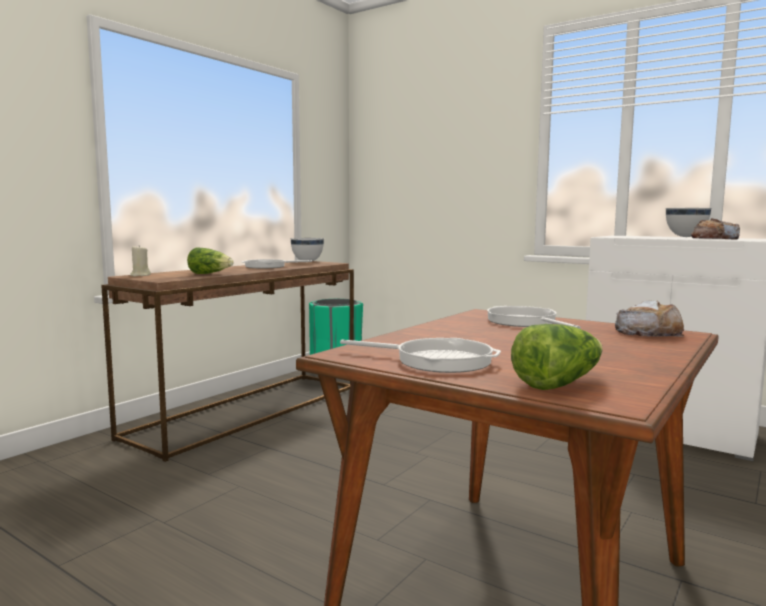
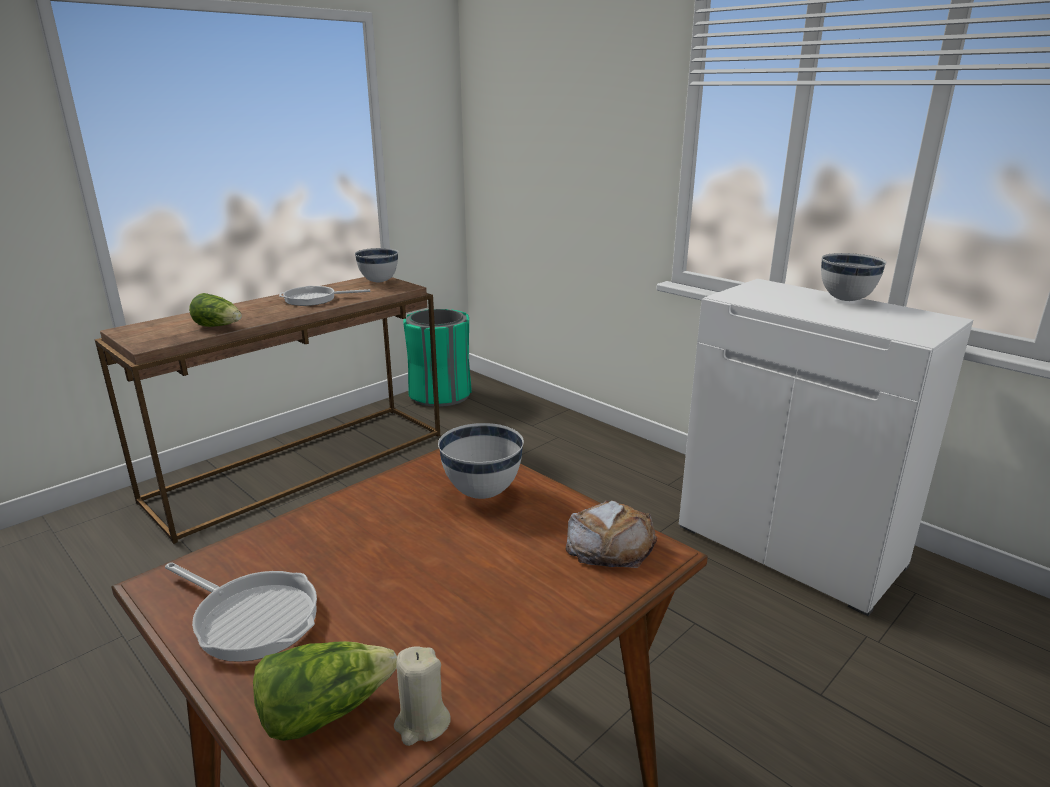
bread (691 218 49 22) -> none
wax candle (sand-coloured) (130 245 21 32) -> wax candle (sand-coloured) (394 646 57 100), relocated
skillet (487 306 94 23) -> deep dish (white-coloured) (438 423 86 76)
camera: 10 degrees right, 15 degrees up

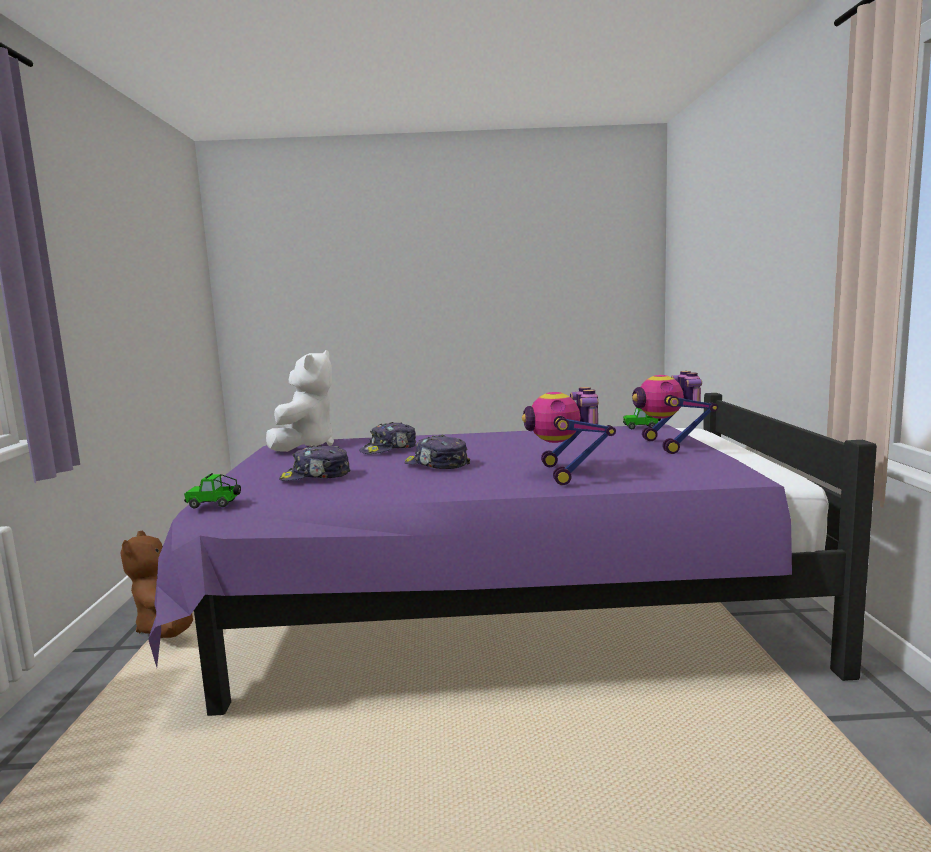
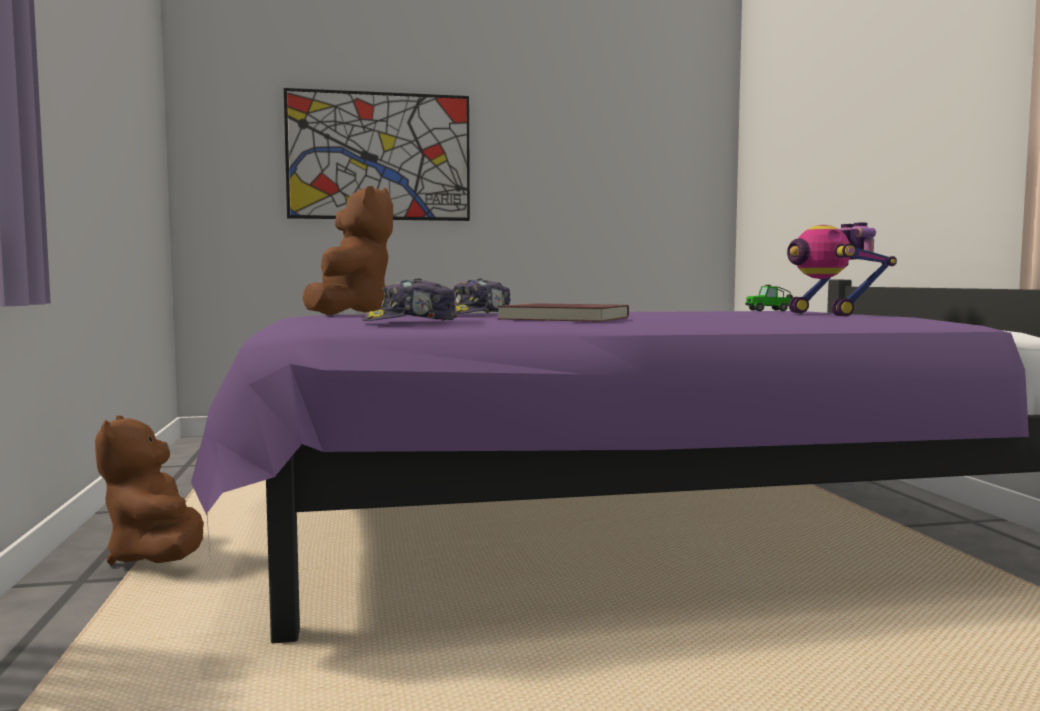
soft toy (white-coloured) (266 350 68 102) -> soft toy (brown) (302 186 91 129)
model robot (522 387 94 98) -> none
peaked cap (405 435 65 34) -> book (red-coloured) (497 303 132 19)
model car (184 473 57 35) -> none
none -> wall picture (284 88 186 133)
camera: 10 degrees left, 5 degrees down

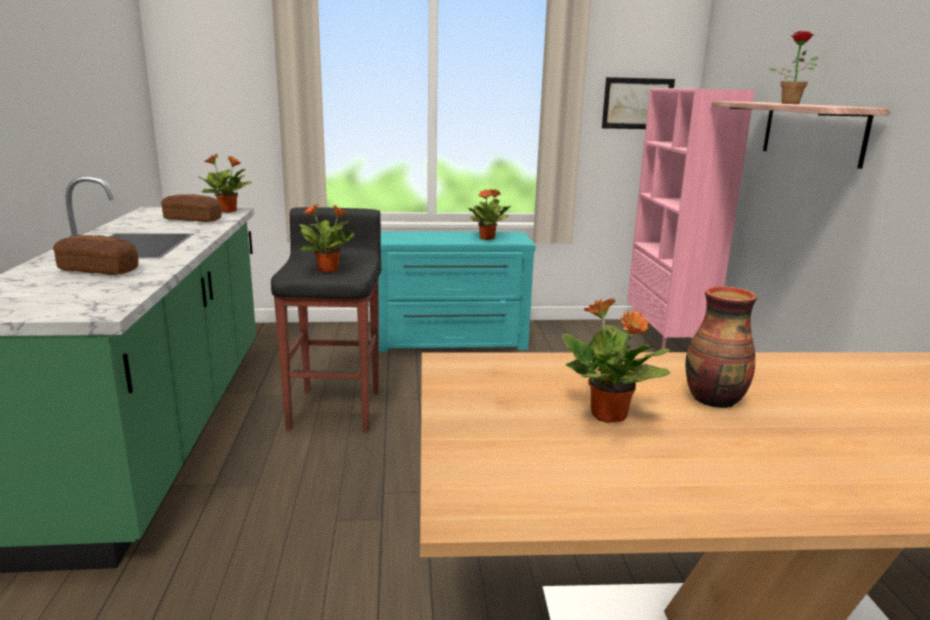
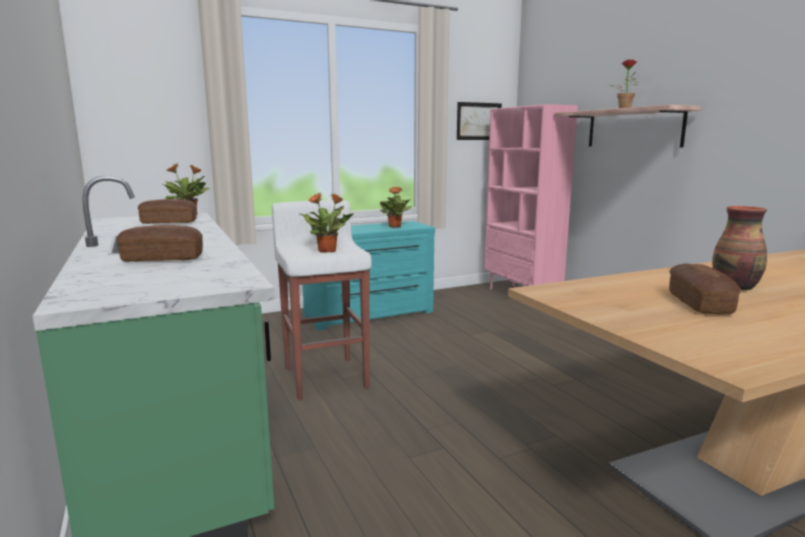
stool seat (black-coloured) (271 207 110 225) -> stool seat (white-coloured) (272 200 100 200)
plant in a pot (562 298 108 125) -> bread (669 264 72 50)
camera: 20 degrees left, 5 degrees down

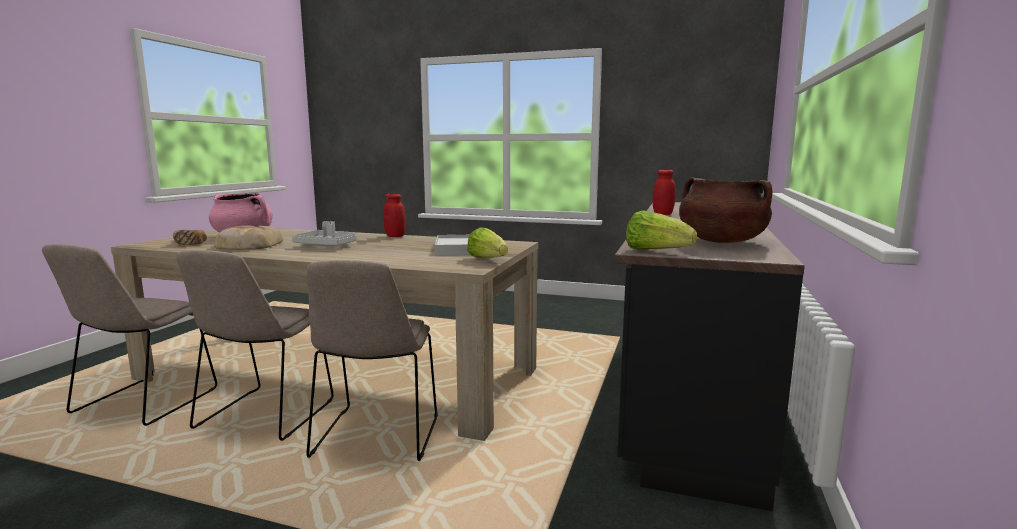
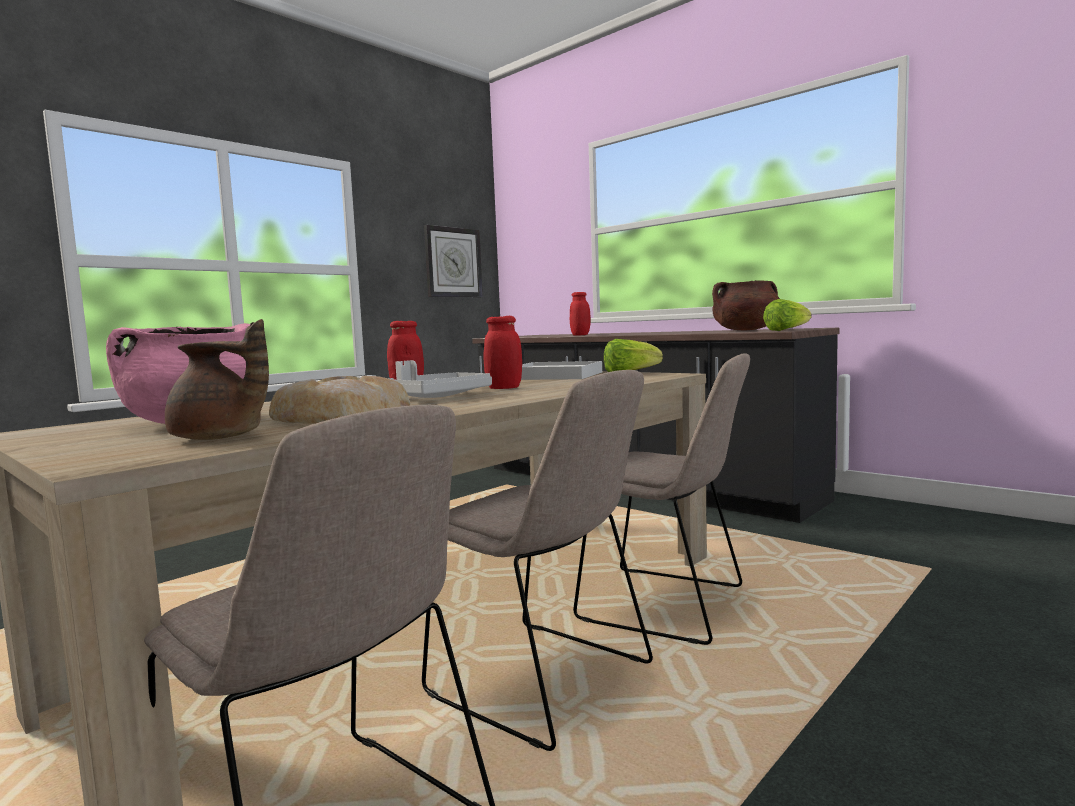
bread (173 230 34 15) -> tea pot (brown) (165 319 104 121)
none -> clock on the wall (424 225 59 72)
none -> preserve jar (red-coloured) (484 316 38 73)
camera: 65 degrees left, 5 degrees down

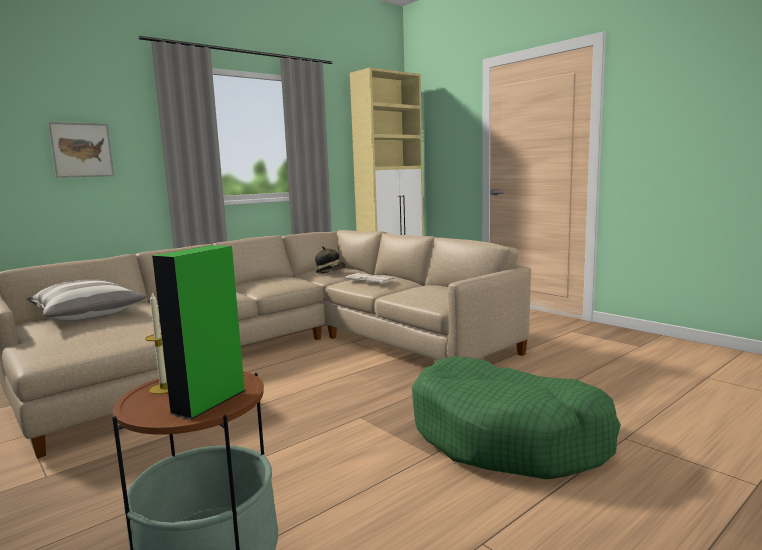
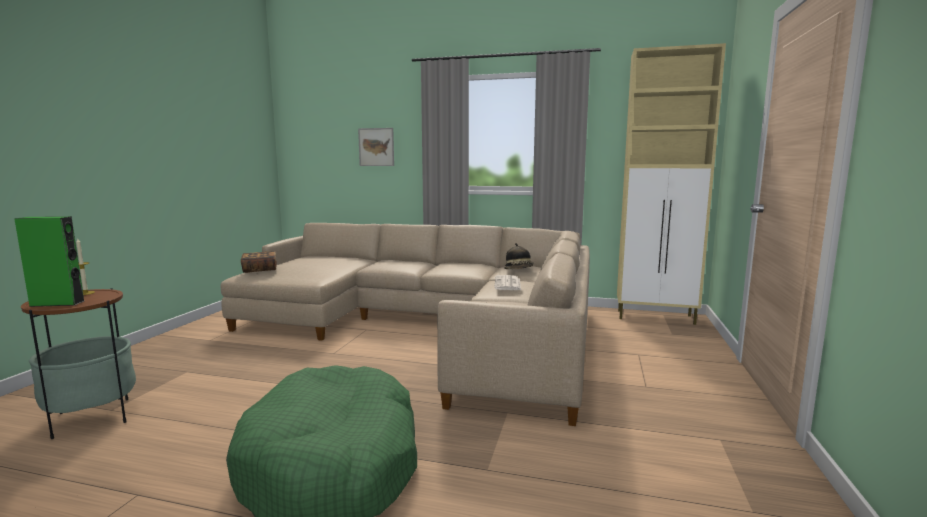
cushion (26 279 121 42) -> none
none -> book (241 251 36 22)
camera: 55 degrees right, 0 degrees up

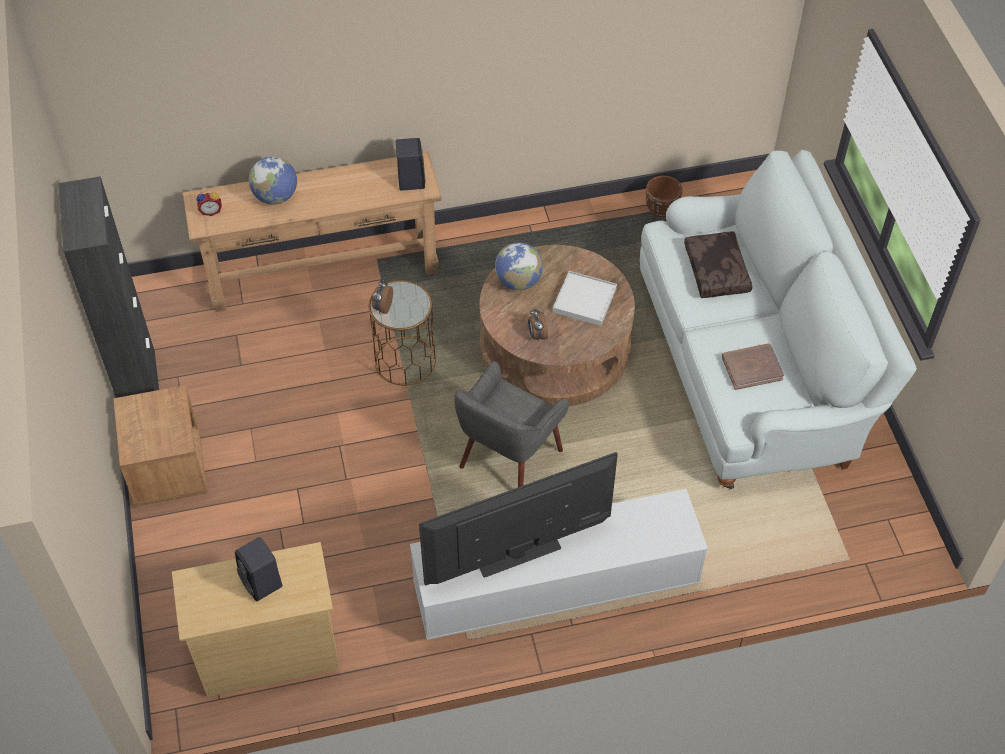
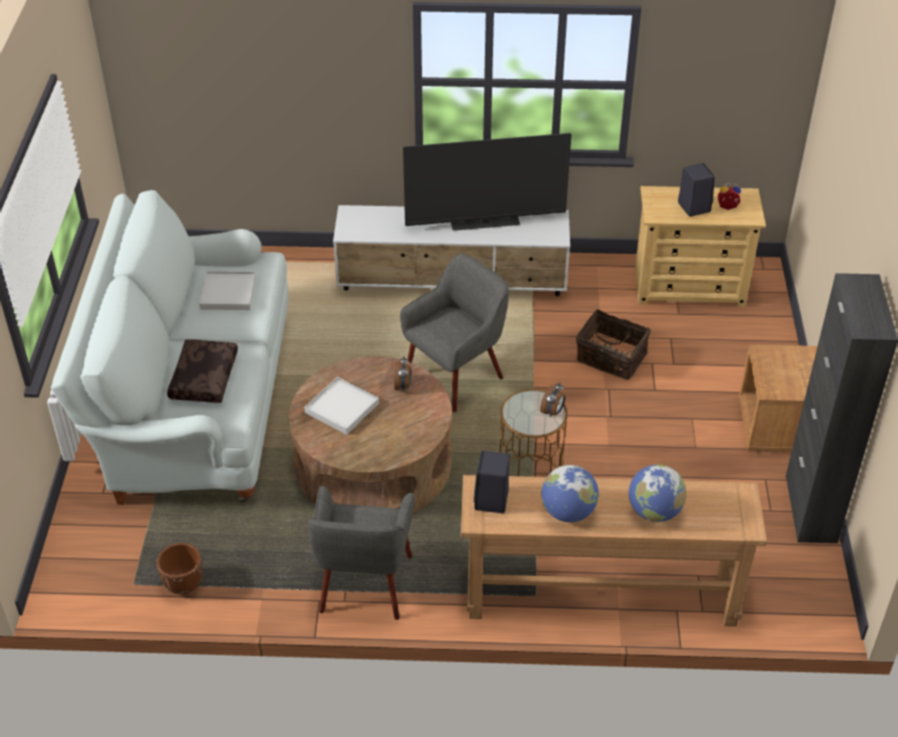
table clock (197 191 25 25) -> table clock (718 183 23 27), relocated
globe (495 242 48 48) -> globe (541 465 58 57), relocated
book (brown) (722 344 62 46) -> serving tray (white-coloured) (199 271 57 39)
none -> household basket (576 309 75 71)
none -> armchair (grey) (308 486 107 134)
camera: 165 degrees left, 10 degrees down

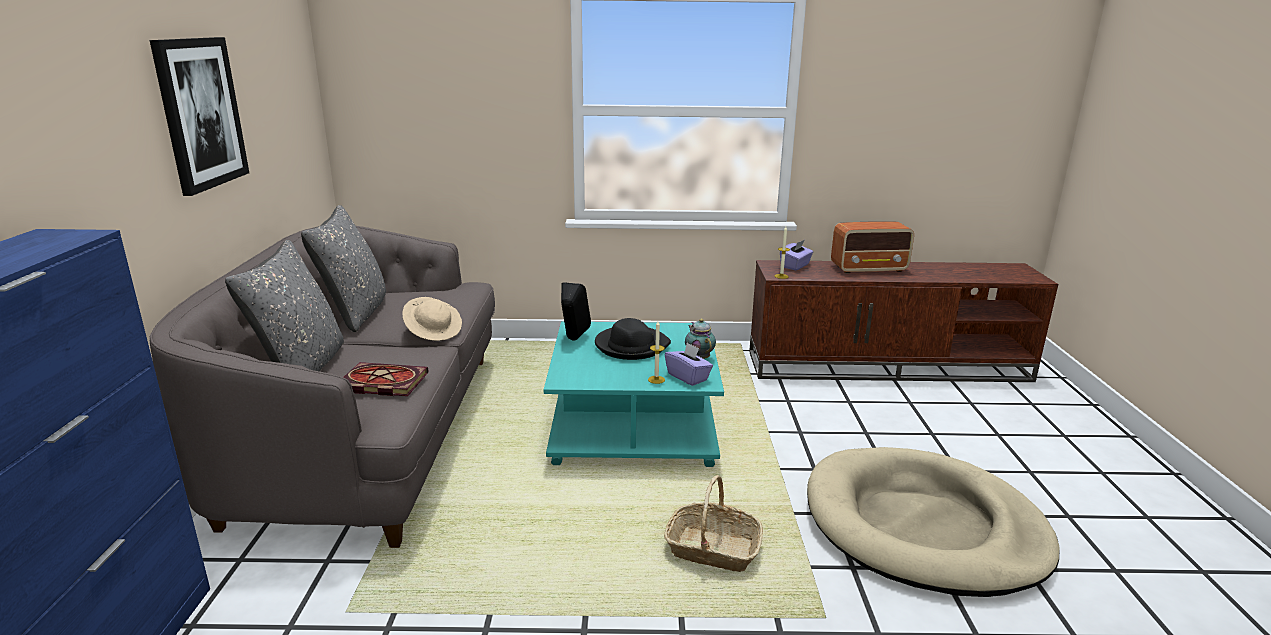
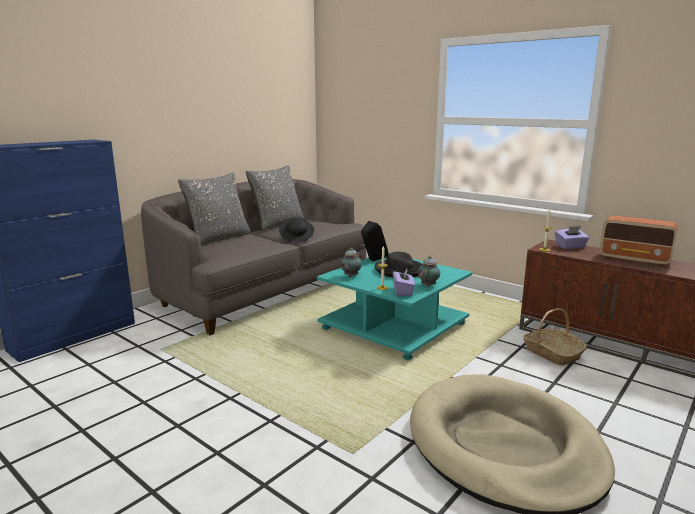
wall picture (150 37 99 159) -> none
clothing hat (sand-coloured) (402 297 60 44) -> clothing hat (black-coloured) (279 217 35 25)
book (343 362 85 34) -> none
household basket (664 475 99 97) -> household basket (523 308 64 58), relocated
none -> tea pot (340 248 22 29)
camera: 40 degrees right, 5 degrees down

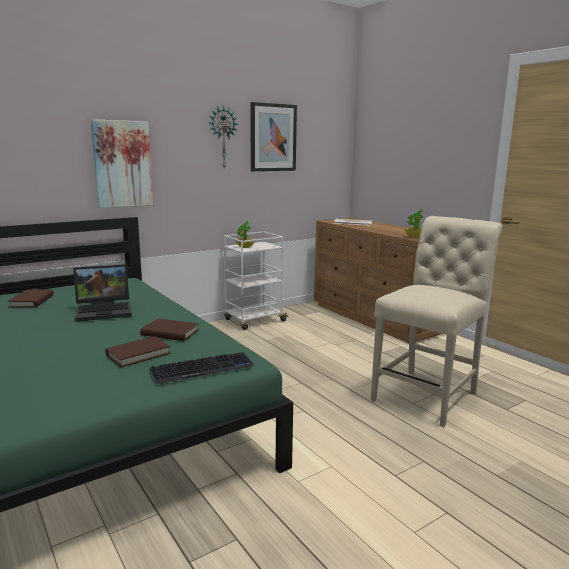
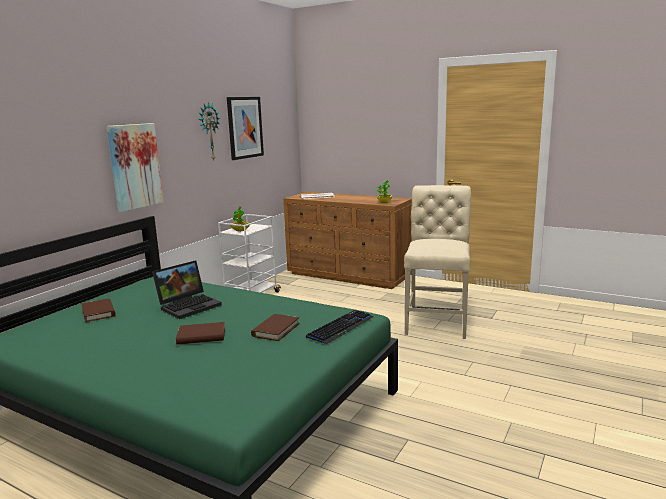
book (brown) (140 318 59 23) -> book (brown) (176 322 49 23), relocated
camera: 25 degrees left, 0 degrees up

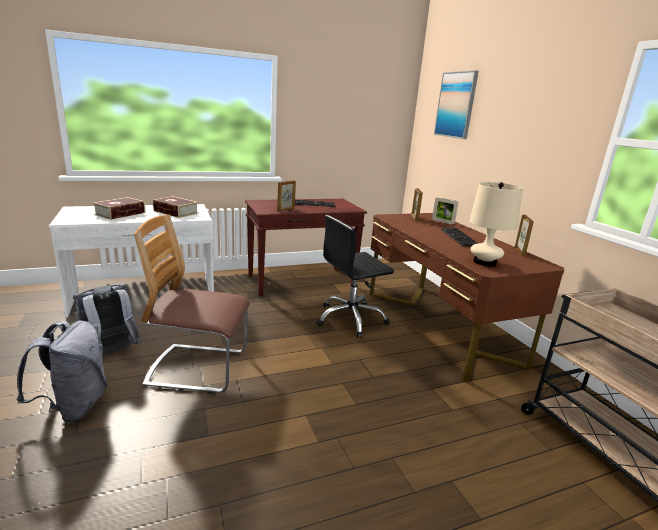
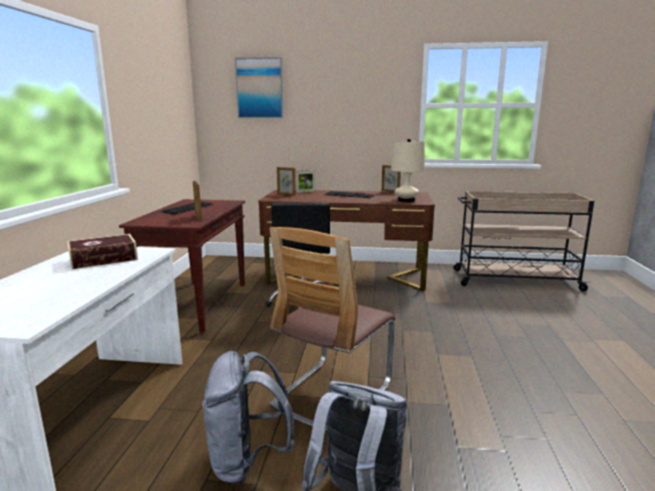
book (93 197 52 23) -> none
camera: 60 degrees left, 5 degrees down

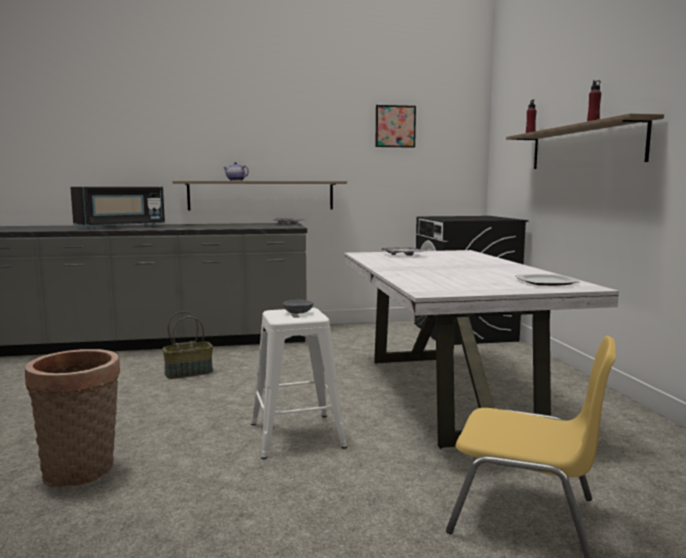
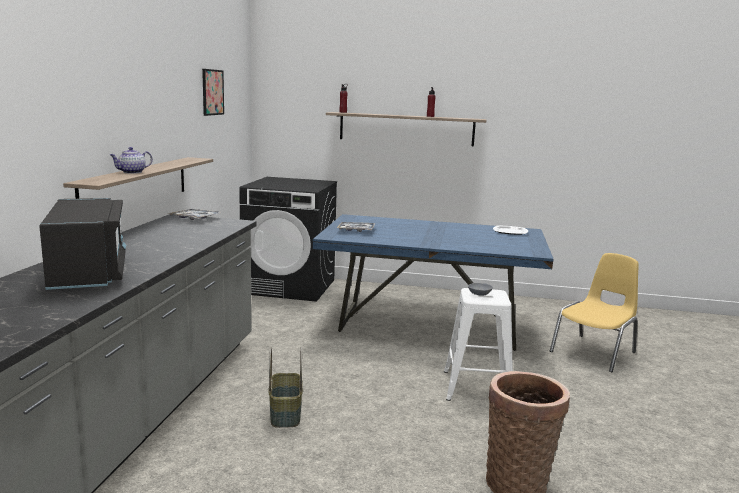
dining table (white-coloured) (344 250 275 199) -> dining table (blue-coloured) (313 214 241 137)
camera: 70 degrees left, 5 degrees up

